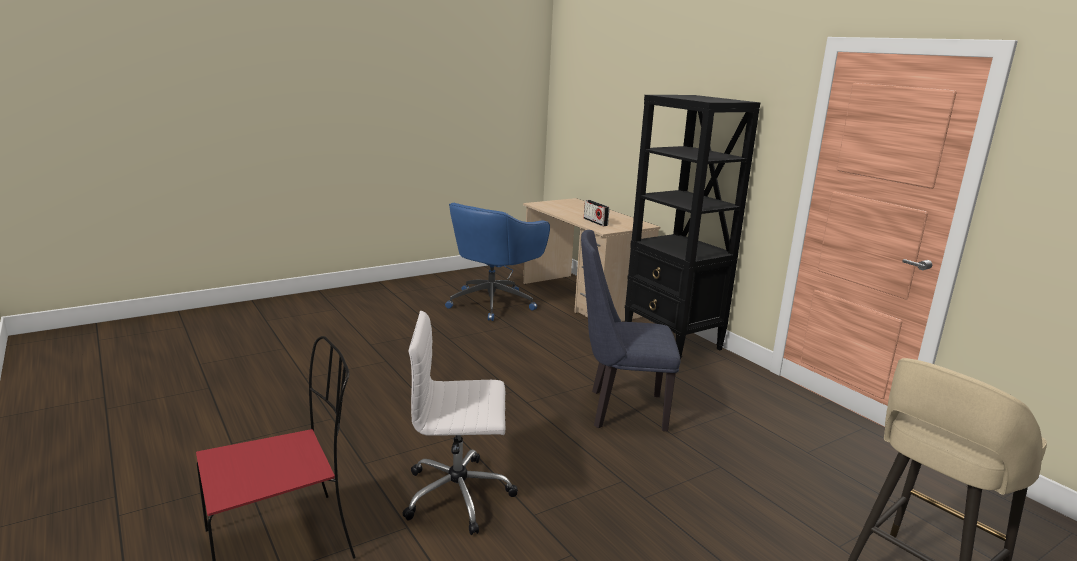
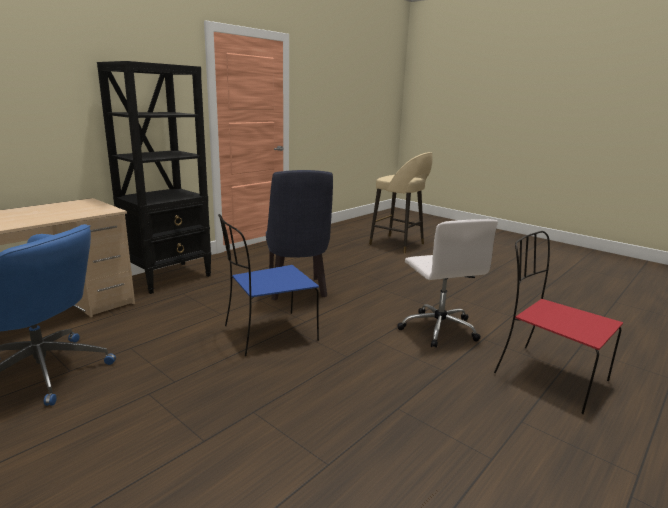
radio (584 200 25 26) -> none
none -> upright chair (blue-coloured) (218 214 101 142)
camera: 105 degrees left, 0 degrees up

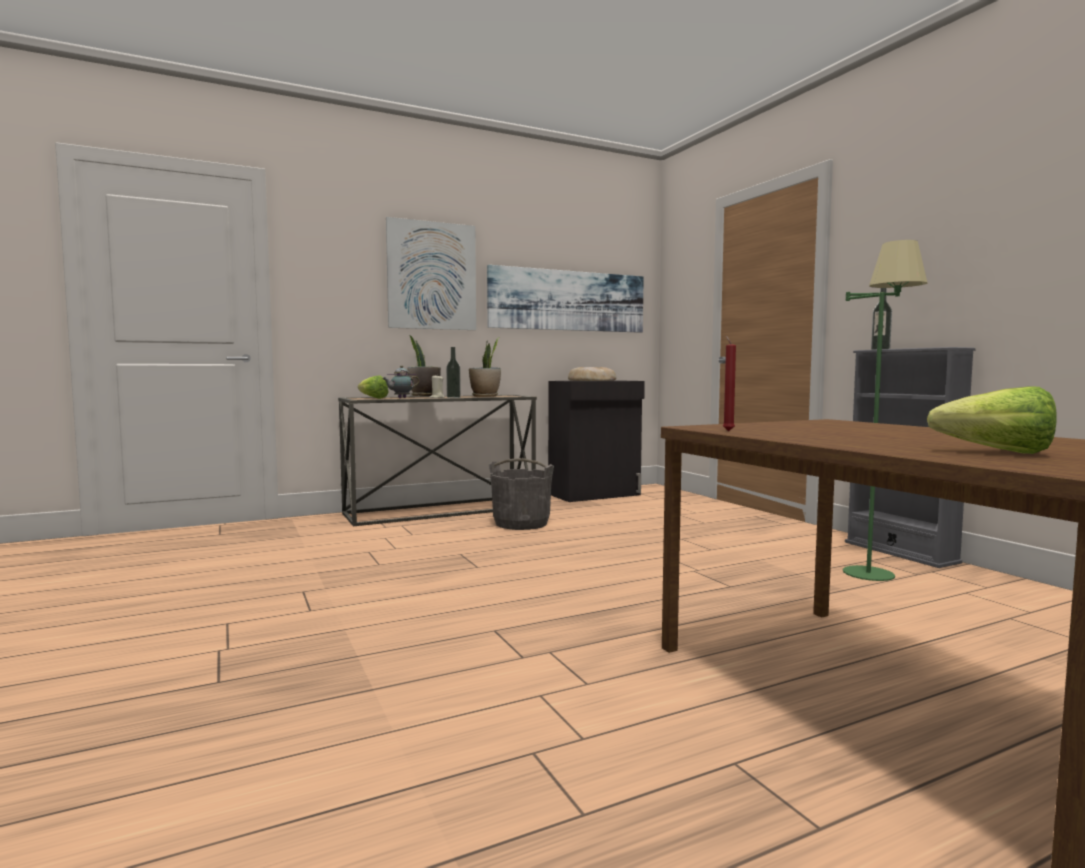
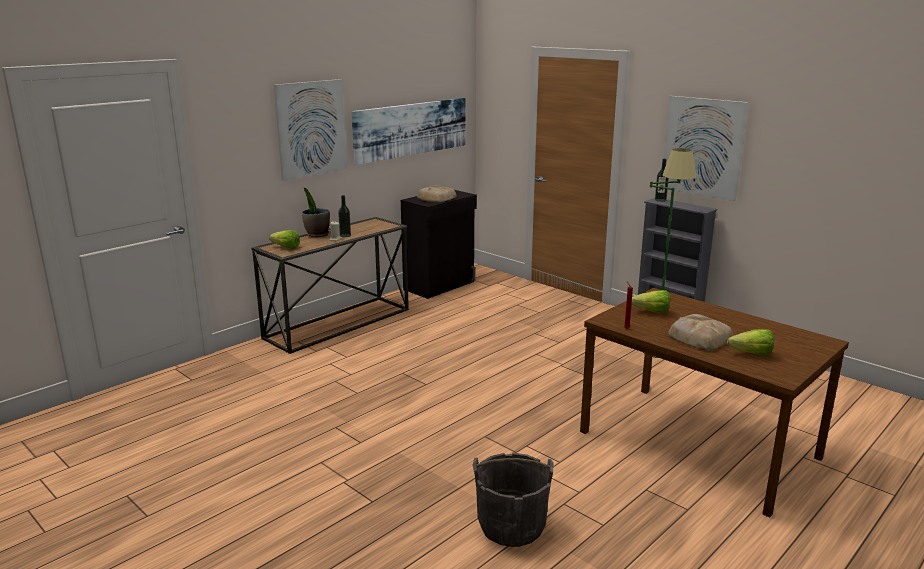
plant in a pot (469 337 32 60) -> none
tea pot (382 366 37 32) -> none
water bucket (grey) (489 458 65 72) -> water bucket (grey) (472 452 82 95), relocated
none -> wall picture (663 96 86 105)
none -> lettuce head (632 290 38 24)
none -> bread (668 314 65 37)
camera: 20 degrees left, 15 degrees up

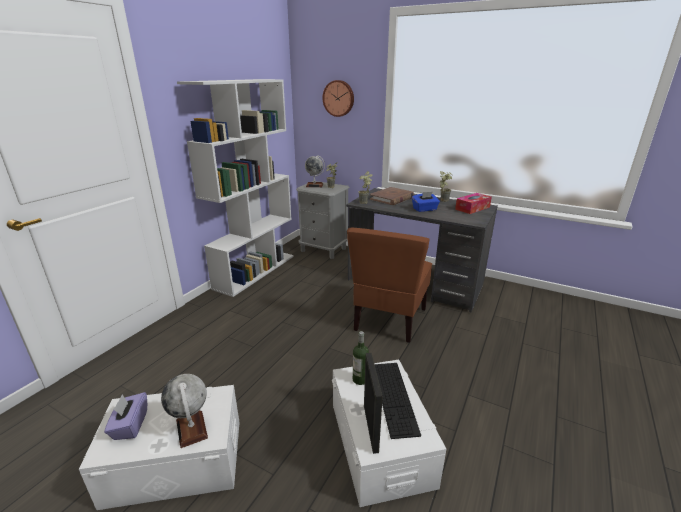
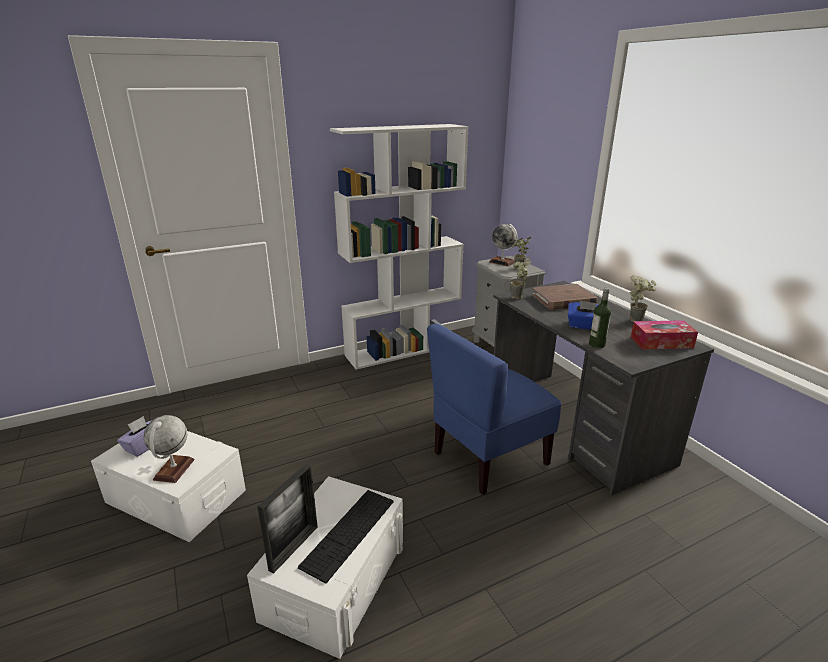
clock on the wall (322 80 32 37) -> none
upright chair (brown) (347 228 85 115) -> upright chair (blue-coloured) (427 323 135 172)
drink bottle (353 331 16 54) -> drink bottle (589 288 22 60), relocated
camera: 35 degrees right, 0 degrees up

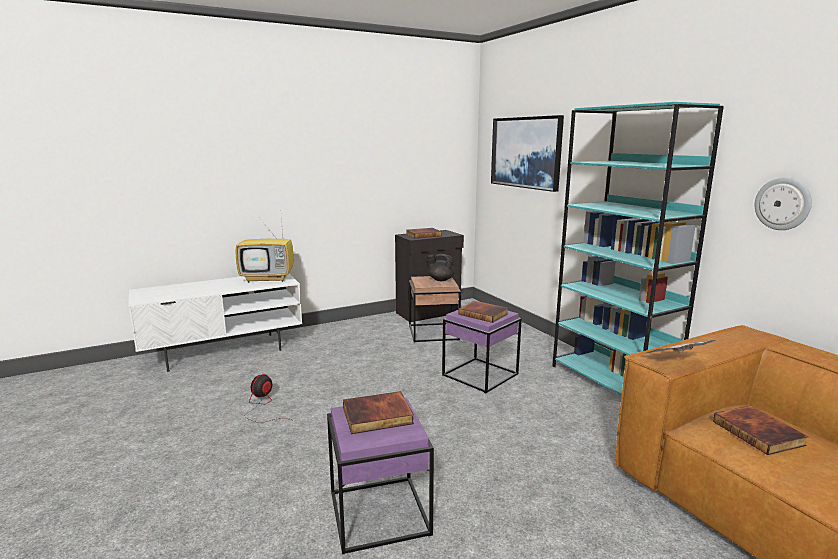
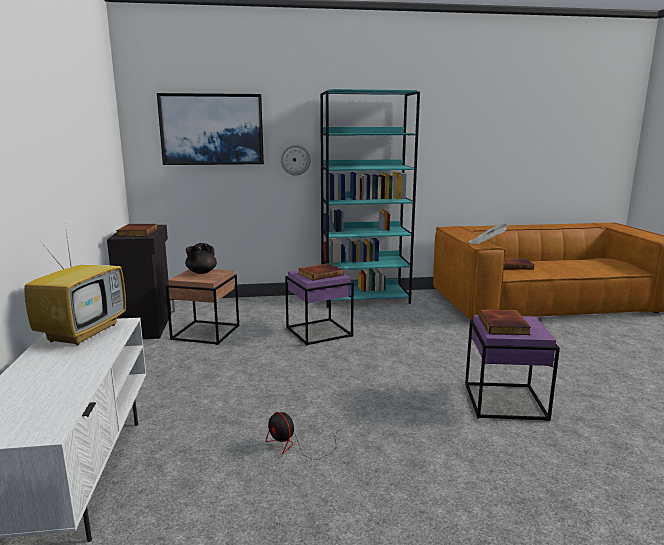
clock on the wall (755 177 57 53) -> clock on the wall (280 144 31 31), relocated
camera: 70 degrees left, 0 degrees up

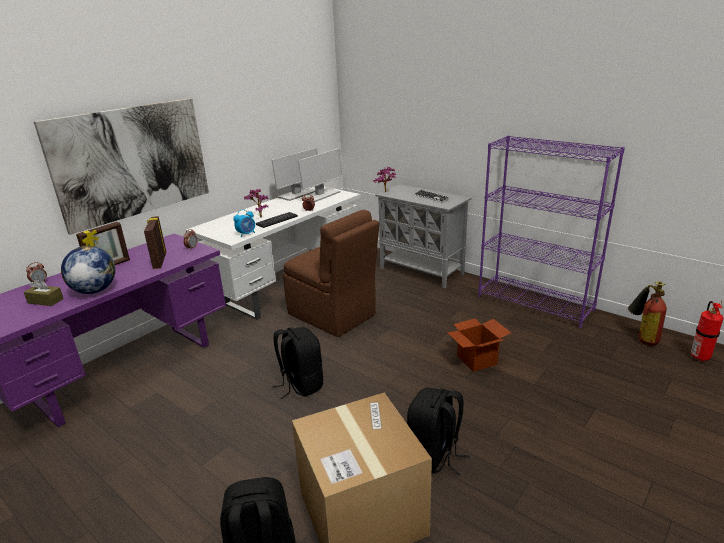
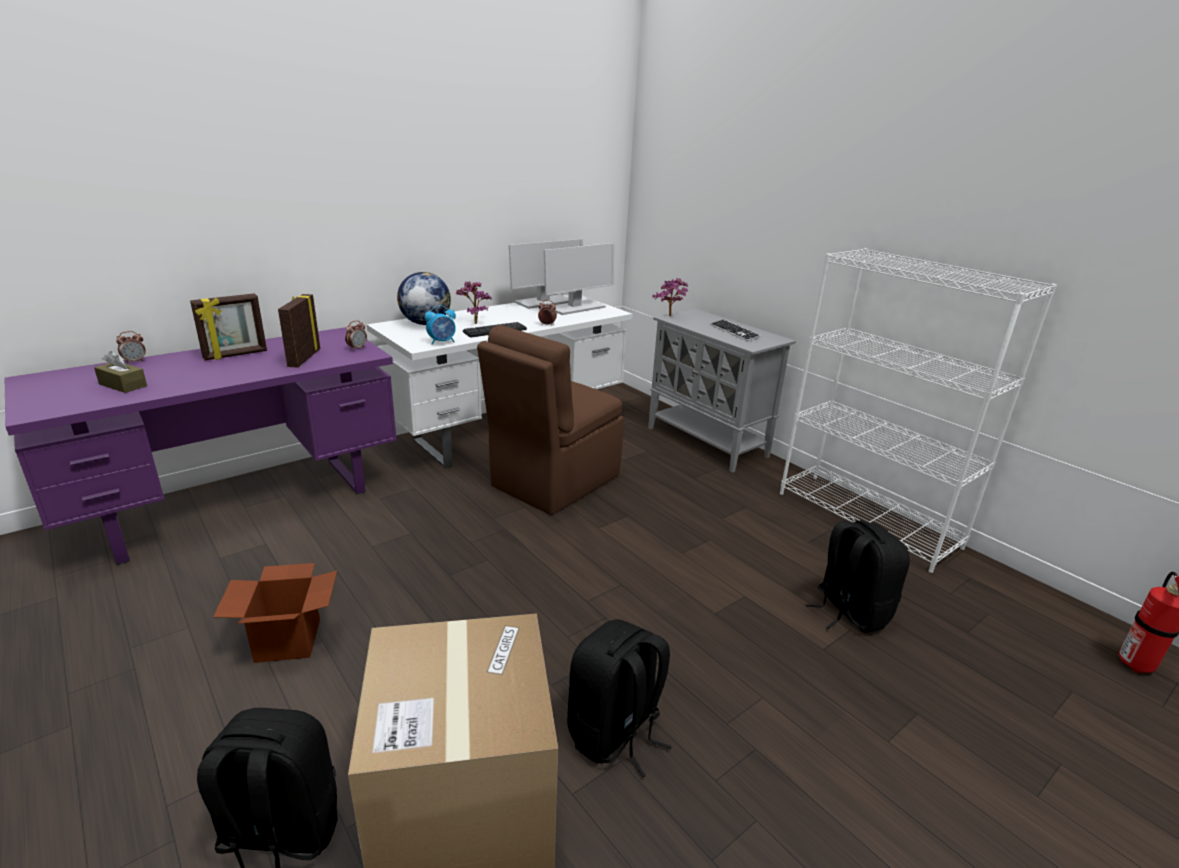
wall picture (34 98 175 137) -> none
bookcase (purplish) (478 136 147 192) -> bookcase (white-coloured) (780 248 277 325)
upright chair (brown) (283 210 96 127) -> upright chair (brown) (477 325 147 190), 75 degrees clockwise
globe (61 246 54 48) -> globe (397 272 54 53), relocated
extinguisher (628 281 39 65) -> none
packing box (447 318 64 54) -> packing box (213 563 124 100), relocated
backpack (black-coloured) (273 327 50 72) -> backpack (black-coloured) (806 520 104 113), relocated
camera: 10 degrees right, 0 degrees up

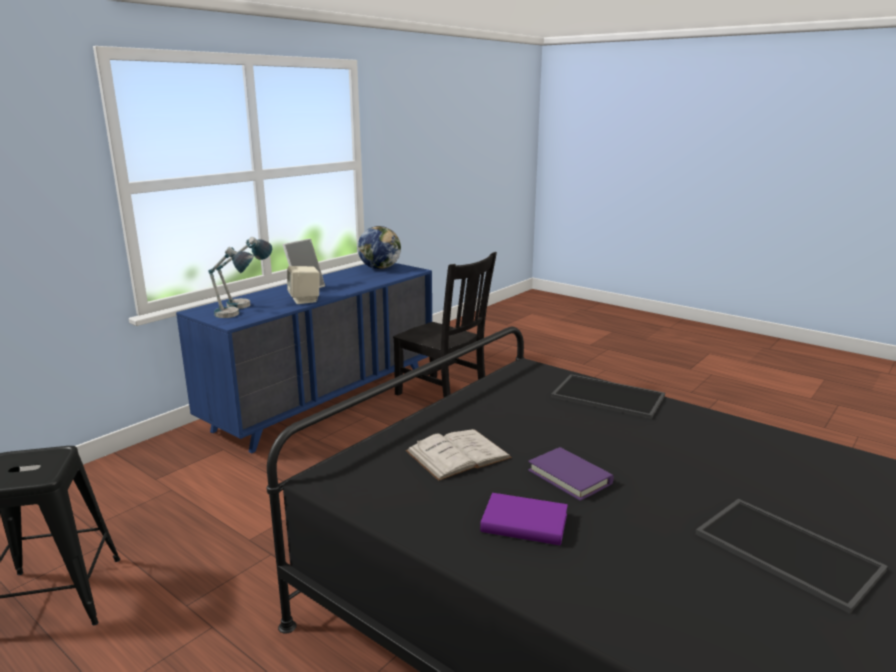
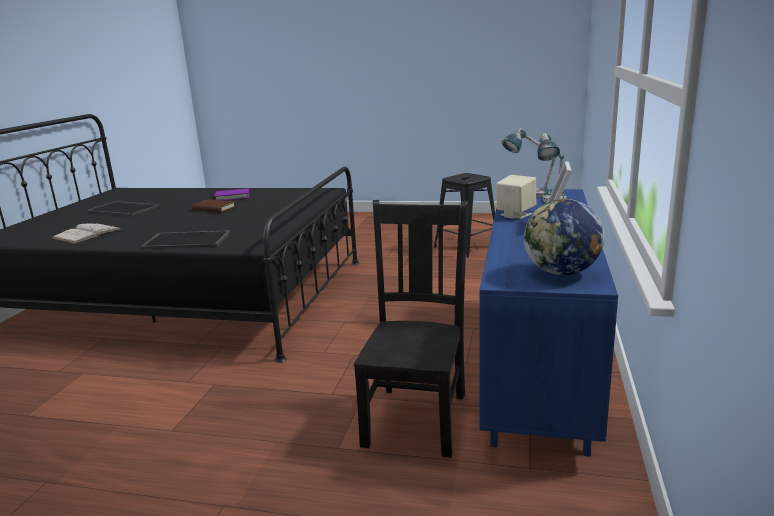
upright chair (black-coloured) (393 252 104 145) -> upright chair (black-coloured) (354 200 115 258), 90 degrees clockwise
book (white-coloured) (406 429 106 52) -> book (white-coloured) (52 224 69 20), relocated
book (purplish) (528 447 86 54) -> book (brown) (192 199 44 14)
camera: 155 degrees right, 0 degrees up

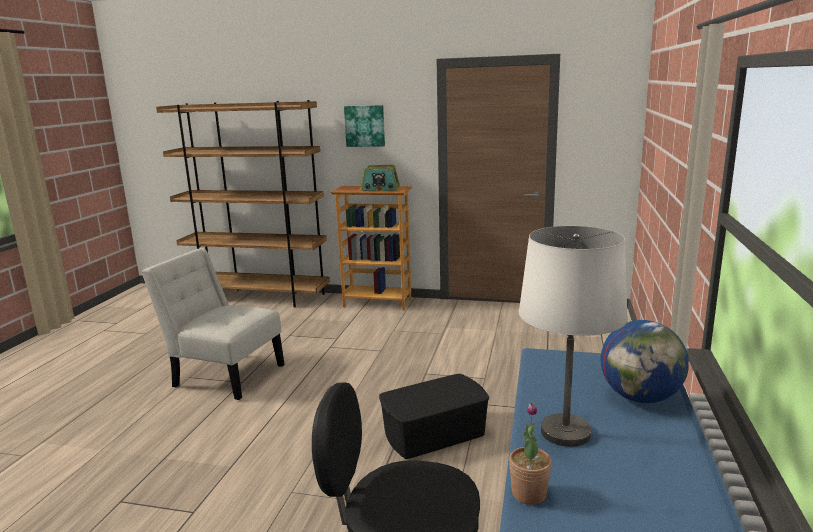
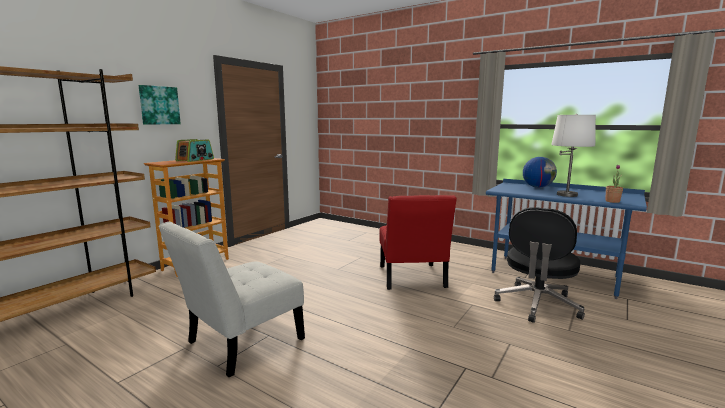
storage box (black-coloured) (379 374 110 85) -> upright chair (red-coloured) (380 195 77 95)
camera: 70 degrees left, 5 degrees down

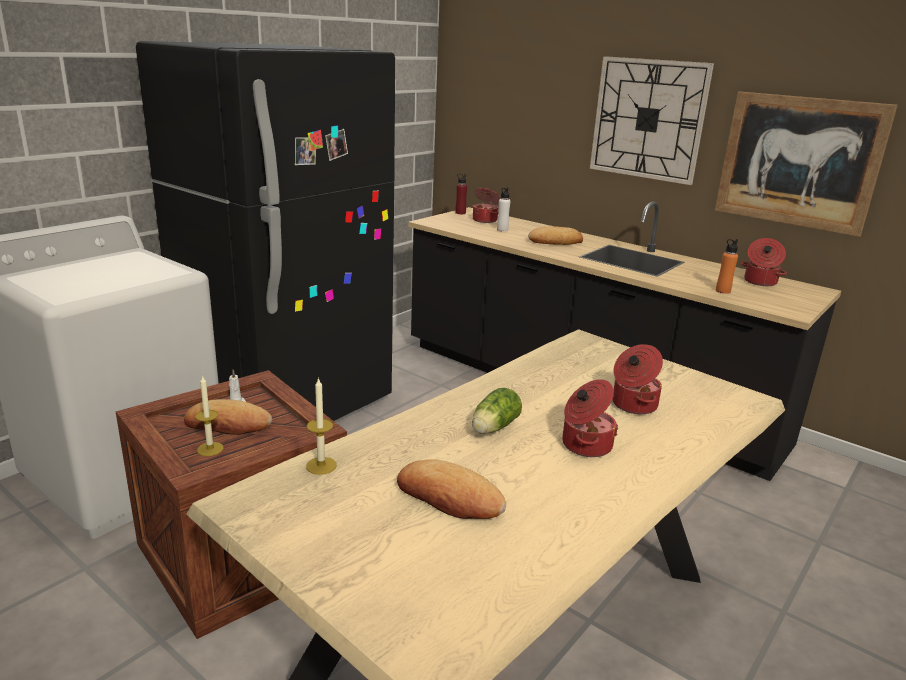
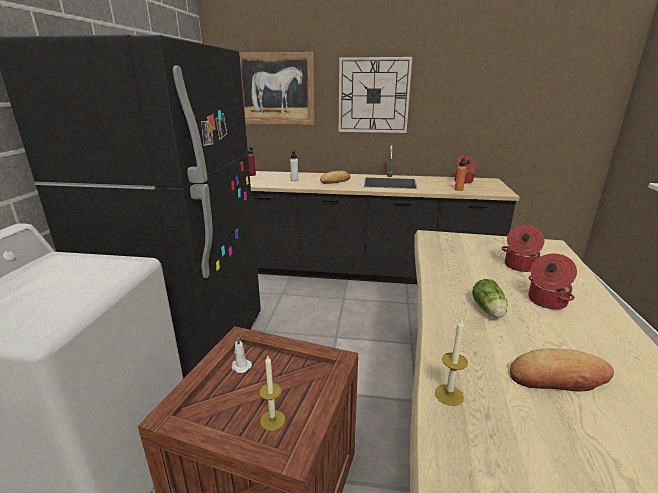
wall picture (715 91 183 146) -> wall picture (239 52 75 73), relocated
stockpot (472 188 29 35) -> none
bread (184 399 88 36) -> none
camera: 30 degrees left, 0 degrees up

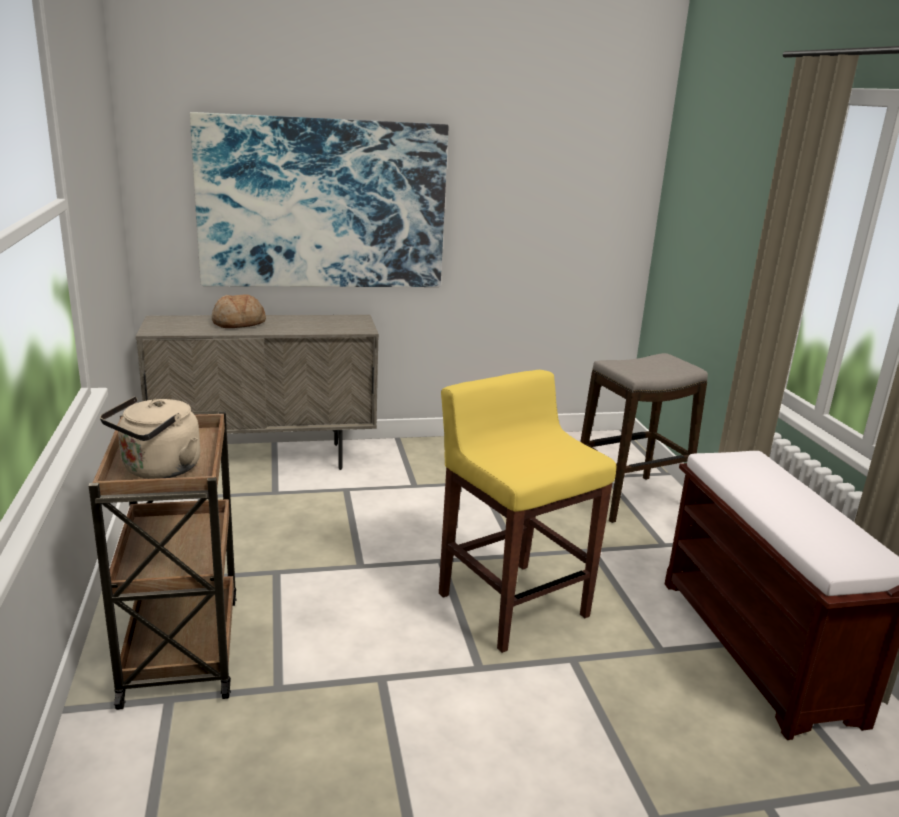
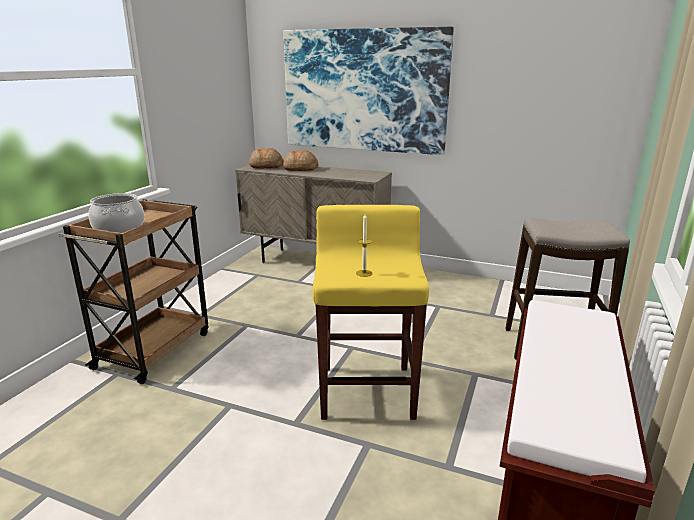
tea kettle (sand-coloured) (100 396 100 83) -> stockpot (88 193 57 40)
none -> bread (249 148 35 20)
none -> wax candle (356 214 17 63)
camera: 35 degrees right, 0 degrees up

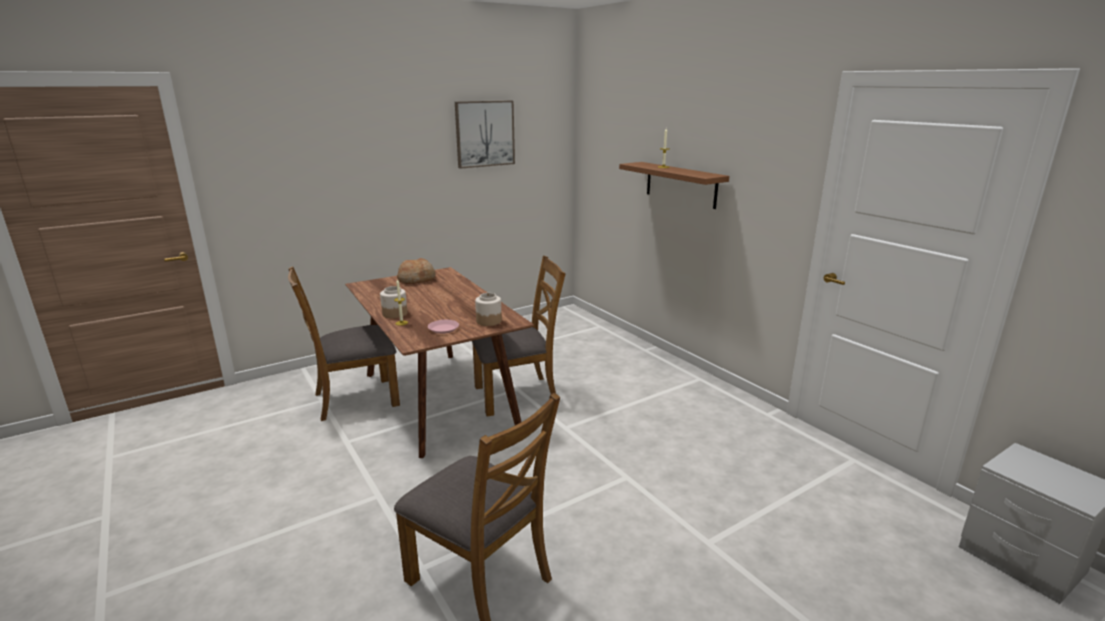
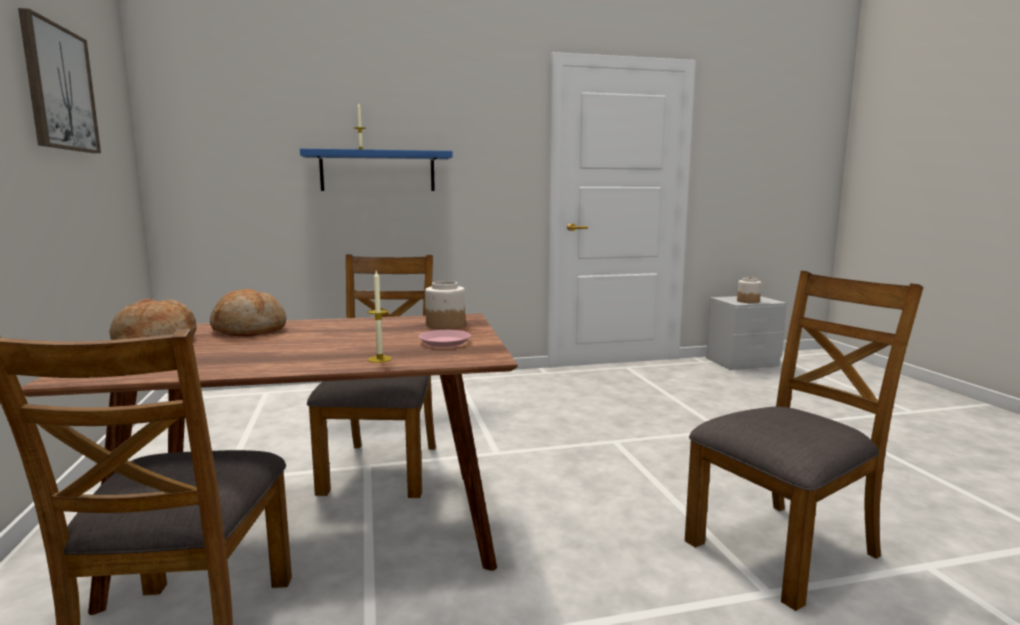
bracket shelf (brown) (619 162 110 47) -> bracket shelf (blue-coloured) (300 148 153 43)
preserve jar (380 286 27 32) -> preserve jar (737 277 24 26), relocated
none -> bread (210 289 77 47)
camera: 70 degrees left, 10 degrees down

